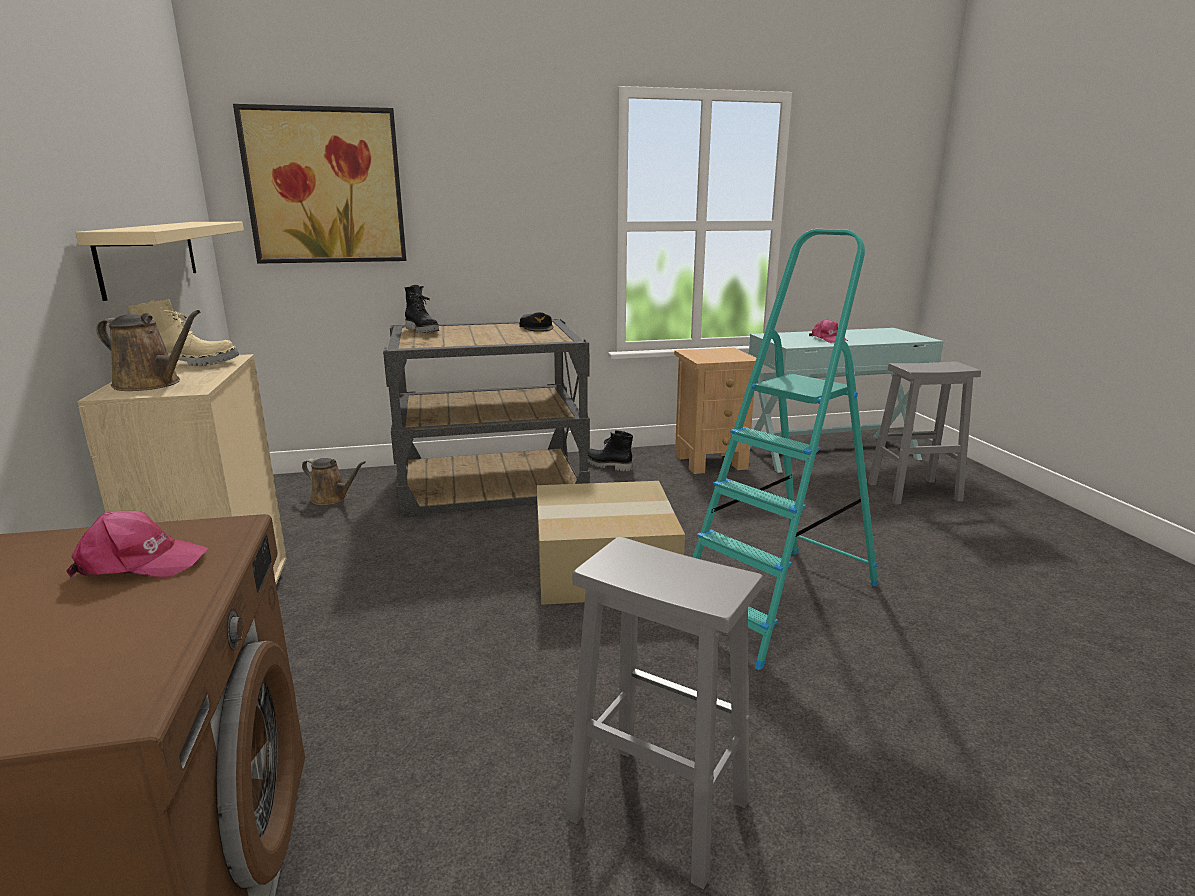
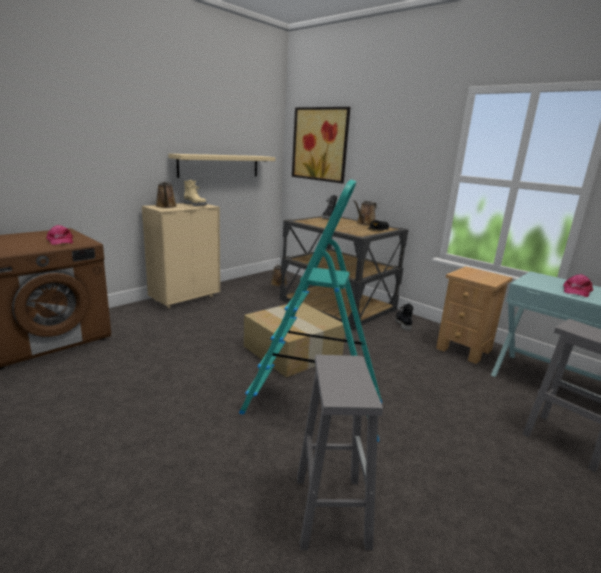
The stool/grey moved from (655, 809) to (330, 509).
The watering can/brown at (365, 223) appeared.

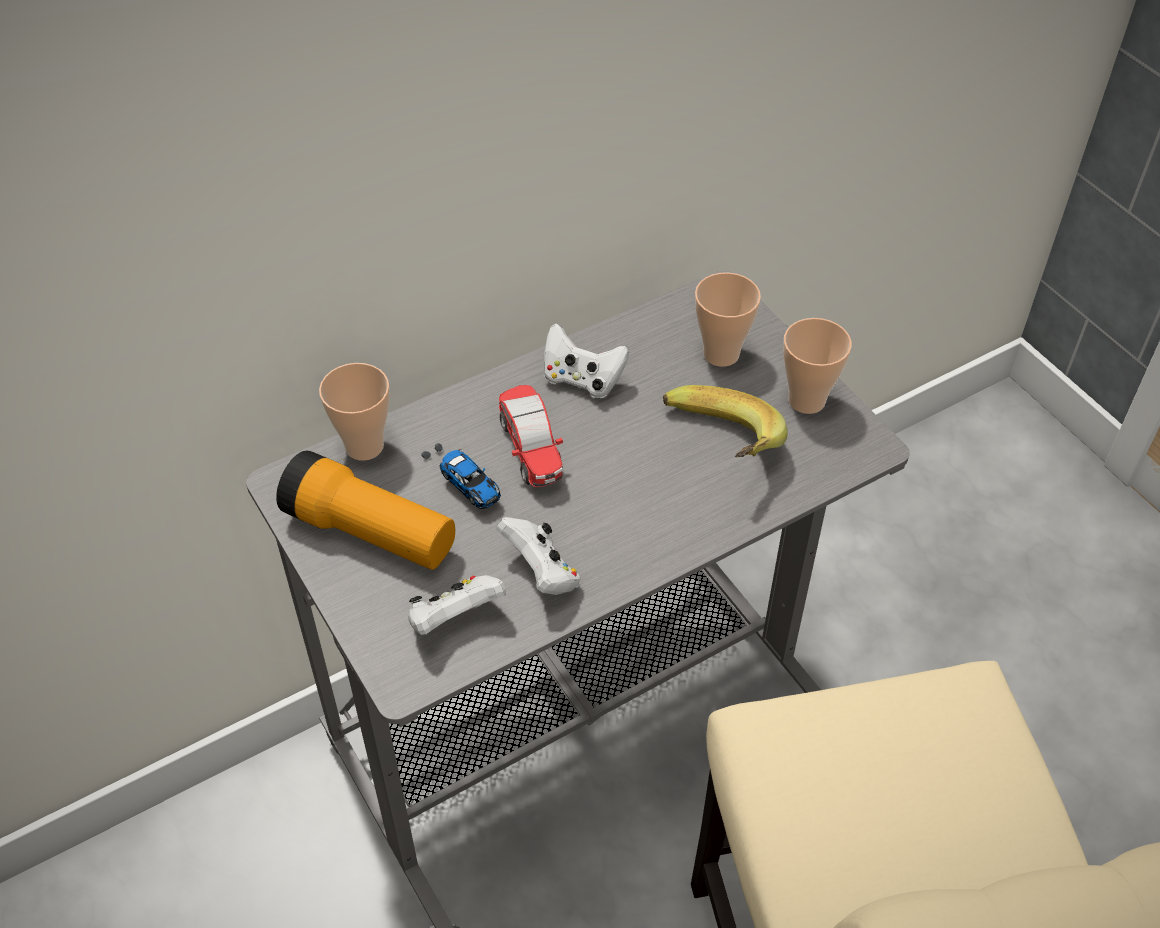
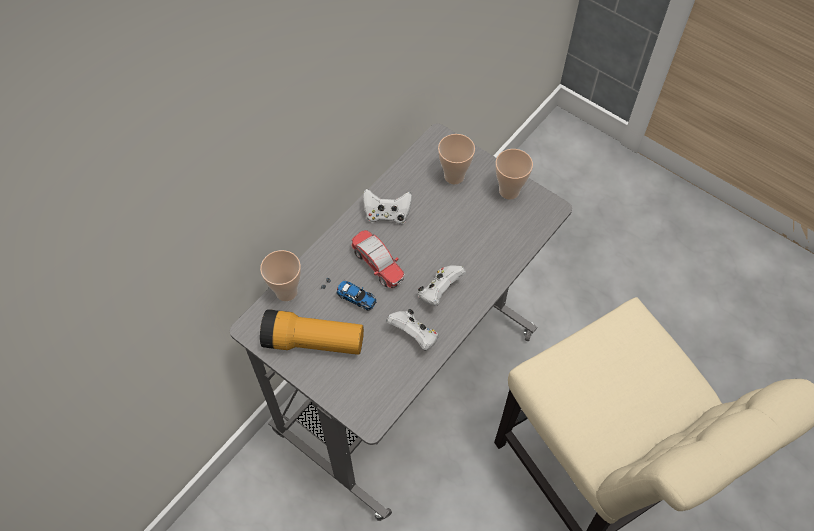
The banana at (718, 448) disappeared.
The game controller/white moved from (454, 619) to (439, 292).

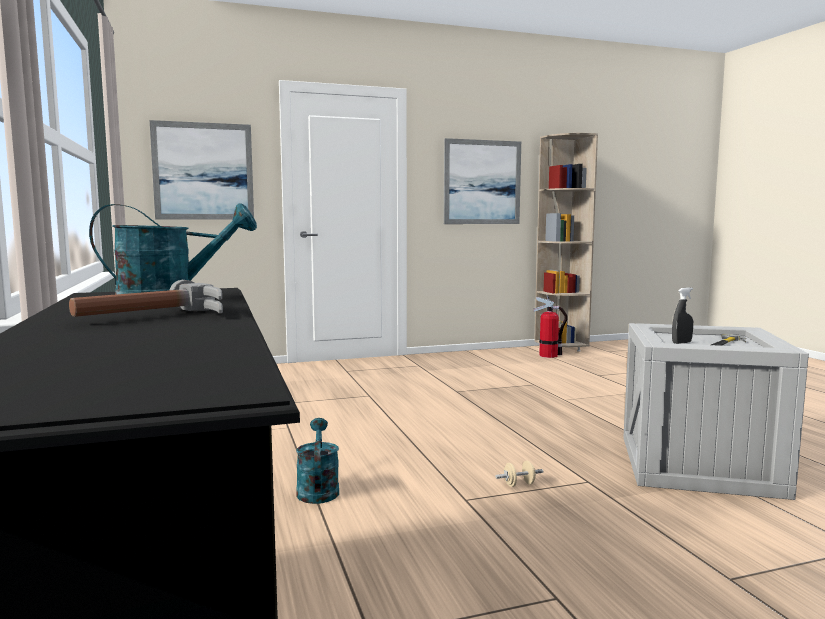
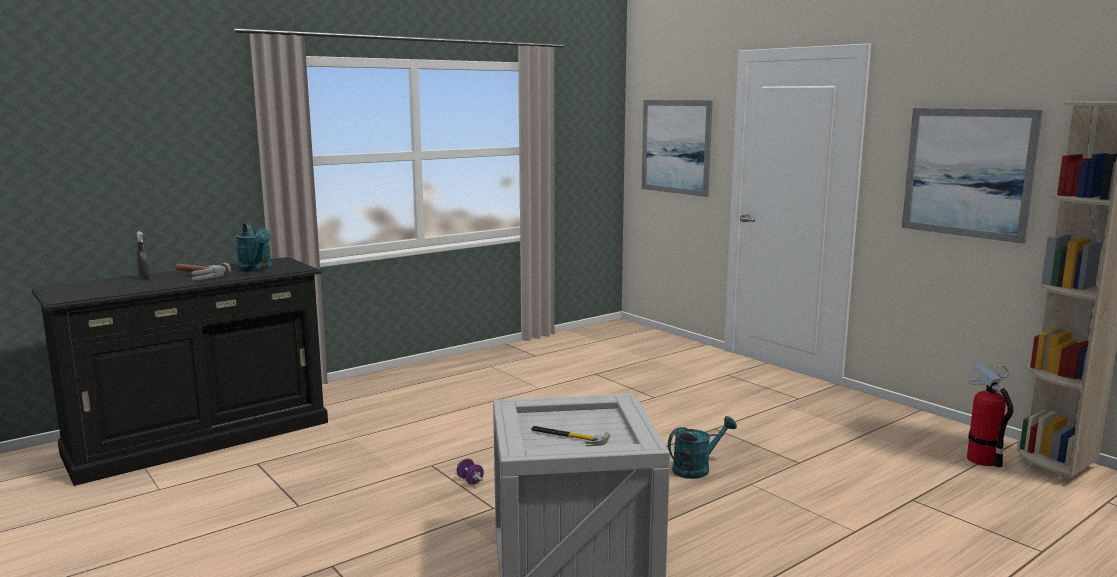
The spray bottle/grey moved from (681, 342) to (144, 278).
The watering can/turquoise moved from (317, 489) to (696, 469).
The dumbbell/beige at (519, 484) became the dumbbell/purple at (470, 480).

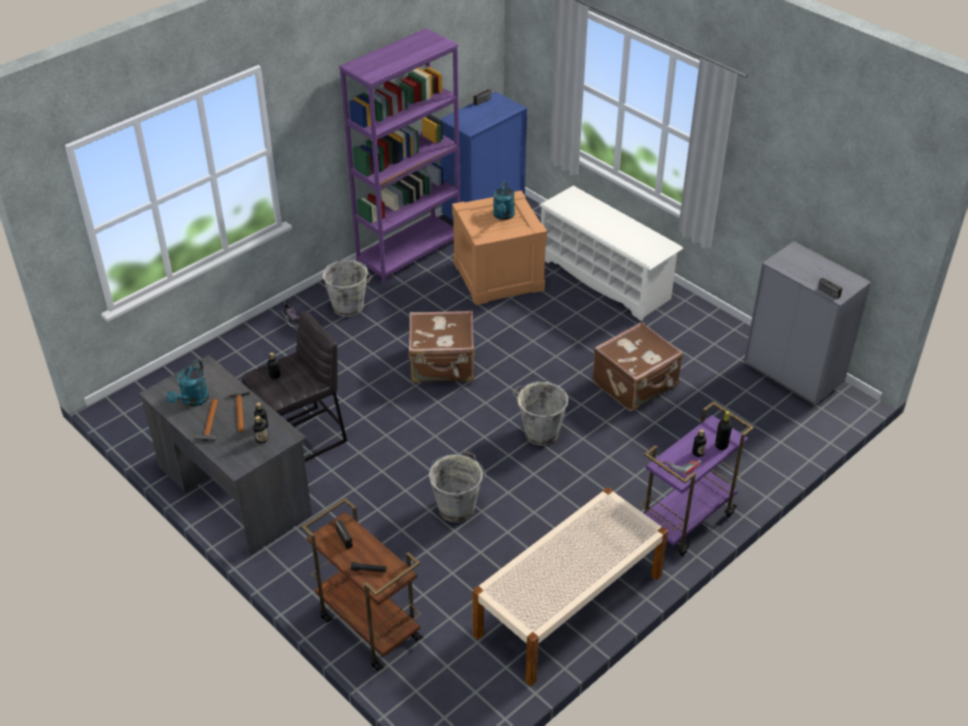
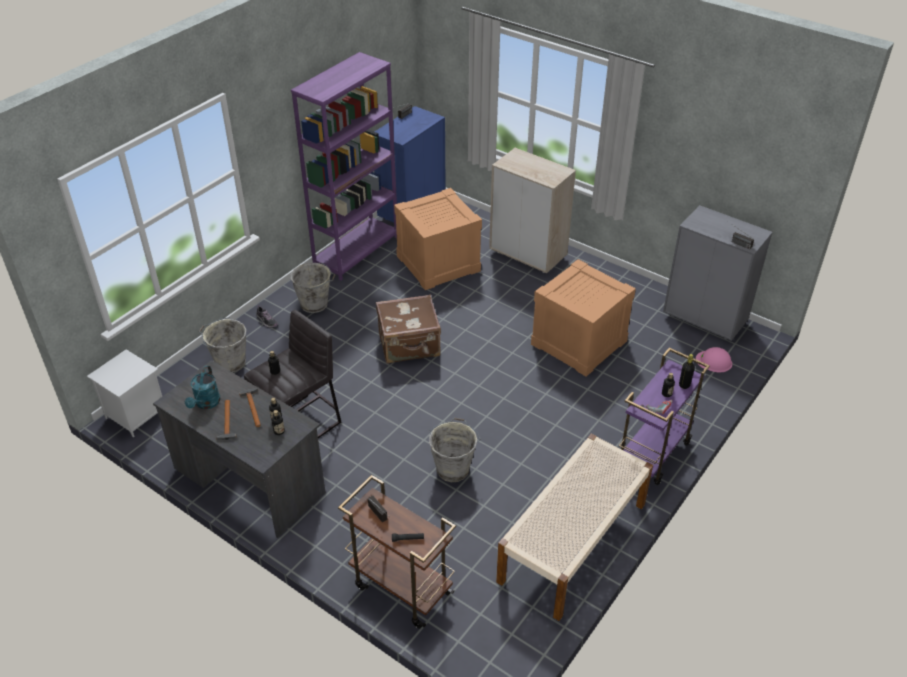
The watering can/turquoise at (503, 216) disappeared.
The shoe rack/white at (605, 278) was replaced by the cabinet/beige at (529, 256).
The suitcase/brown at (636, 385) was replaced by the crate at (578, 342).
The bucket/grey moved from (539, 432) to (229, 362).
The hard hat/pink at (714, 361) appeared.
The nightstand/grey at (134, 415) appeared.

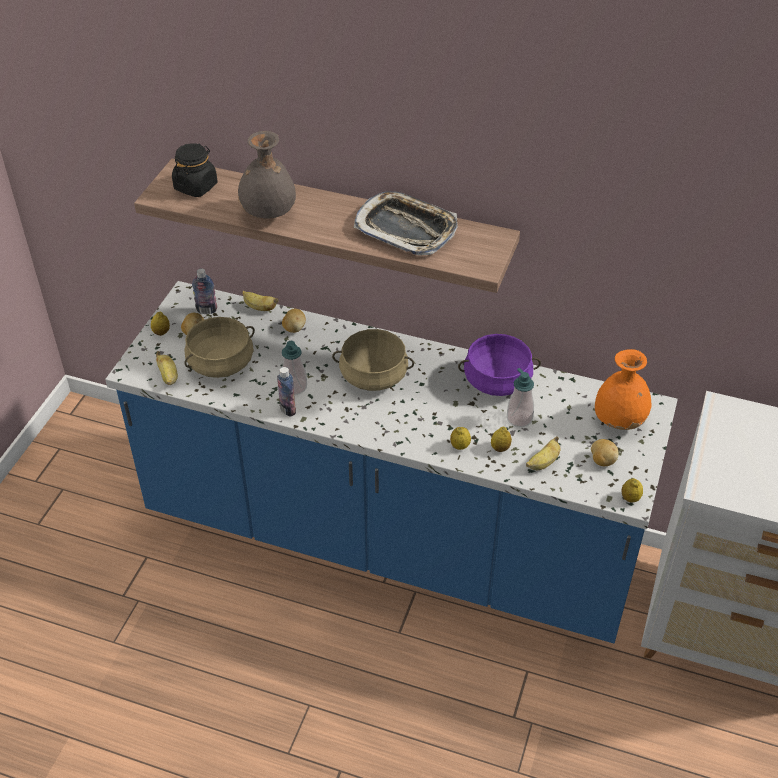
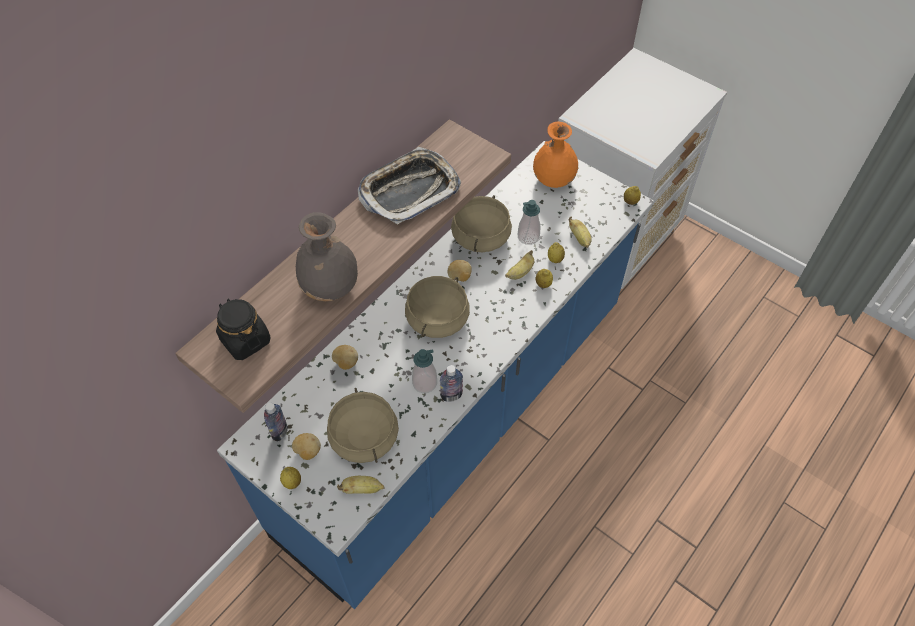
The banana moved from (259, 308) to (520, 273).
The cooking pot/purple at (497, 381) became the cooking pot/beige at (481, 237).
The potato moved from (602, 460) to (459, 277).

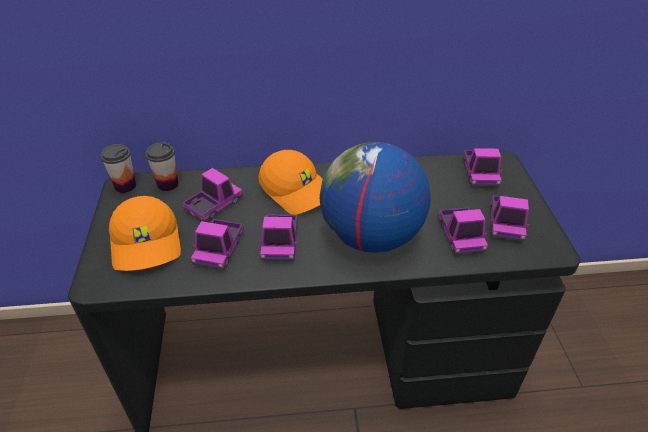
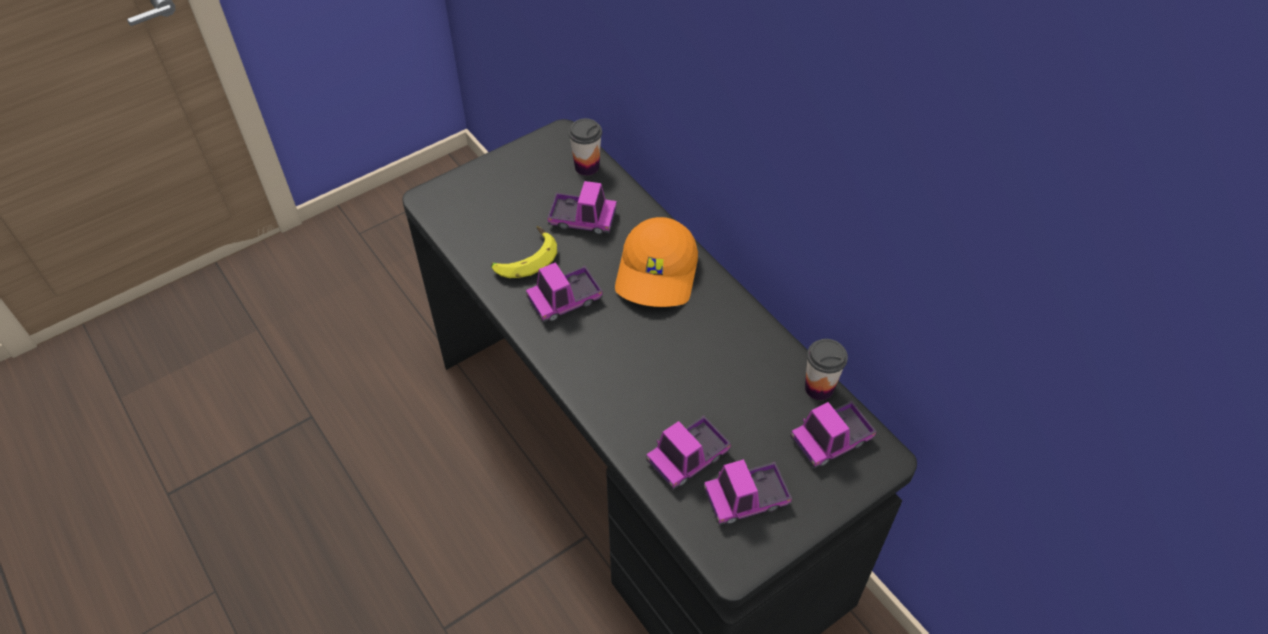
The globe at (370, 237) disappeared.
The cup moved from (125, 186) to (819, 388).
The cap/orange at (147, 243) disappeared.
The toy truck at (219, 249) was replaced by the banana at (524, 258).

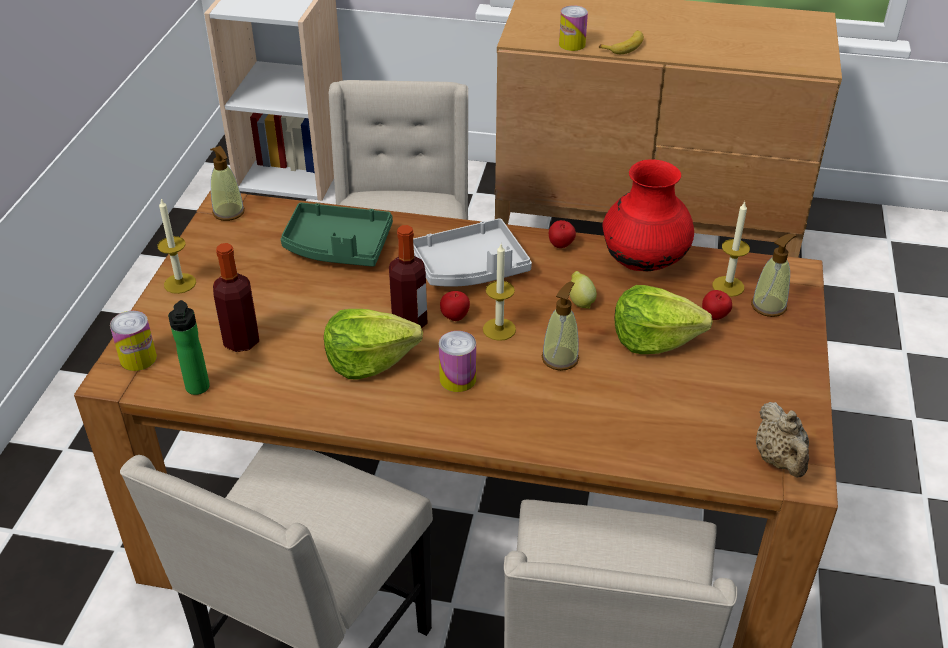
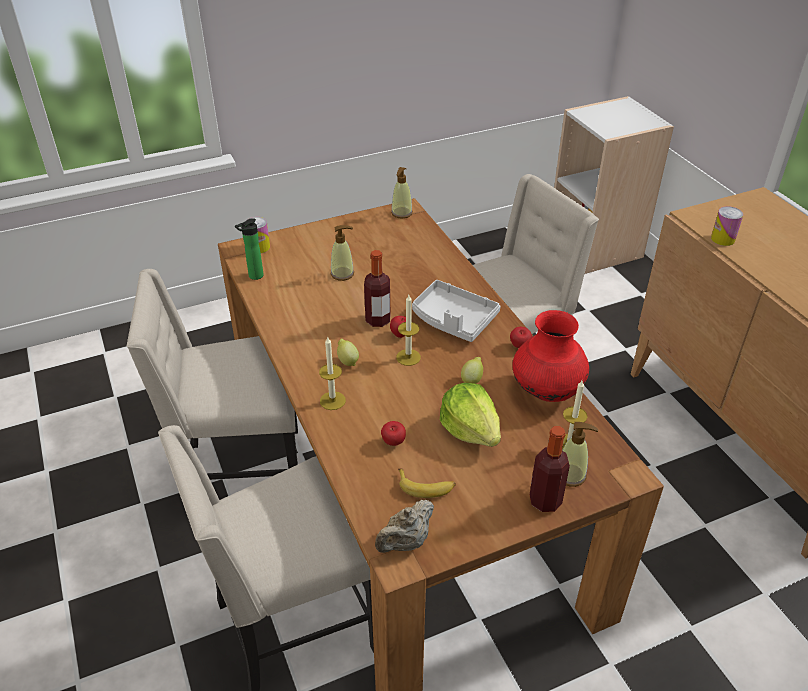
The banana moved from (624, 46) to (426, 487).
The candle moved from (180, 283) to (332, 400).
The tray/green at (337, 247) disappeared.
The bottle moved from (241, 341) to (545, 501).
The soap dispenser moved from (560, 358) to (342, 274).
The apple moved from (714, 317) to (393, 443).
The lettuce at (369, 360) disappeared.
The can at (457, 379) was replaced by the lemon at (347, 361).

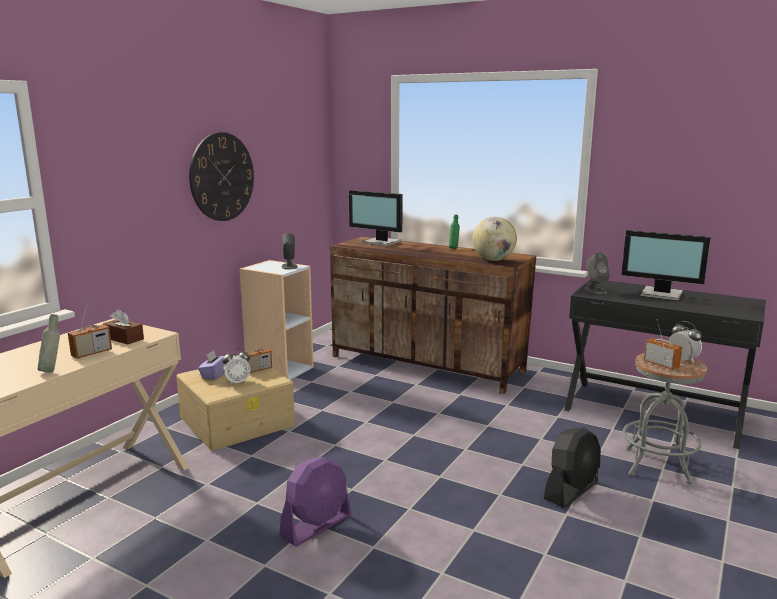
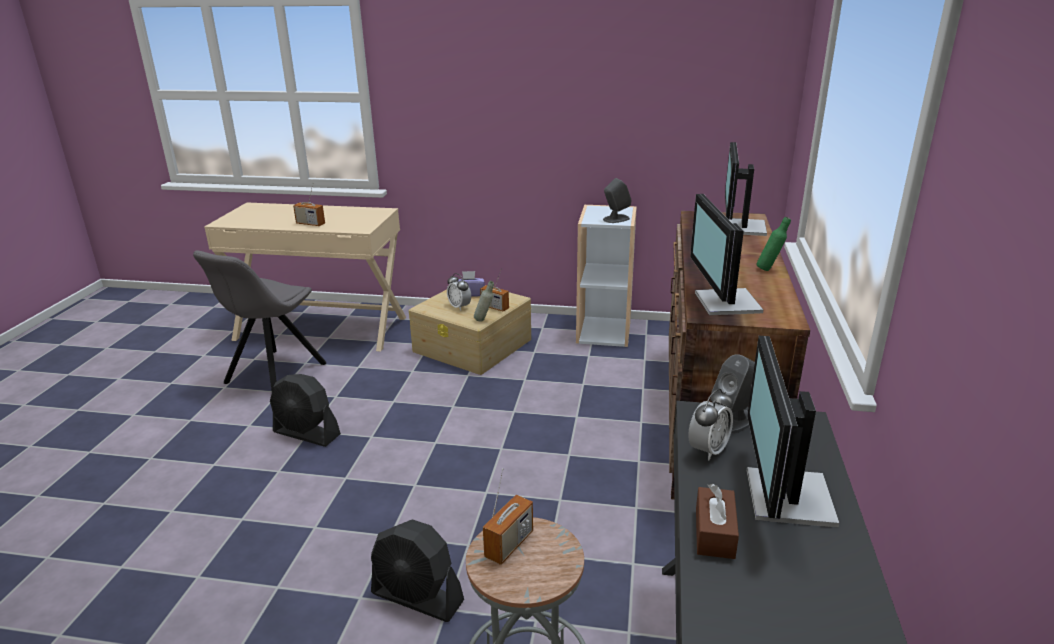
The wall clock at (222, 177) disappeared.
The globe at (493, 260) was replaced by the monitor at (724, 303).
The tissue box/brown moved from (124, 338) to (714, 533).
The bottle/grey moved from (52, 370) to (484, 320).
The alarm clock moved from (682, 360) to (708, 450).
The fan/purple at (316, 525) became the fan/black at (307, 434).
The chair/grey at (274, 373) appeared.

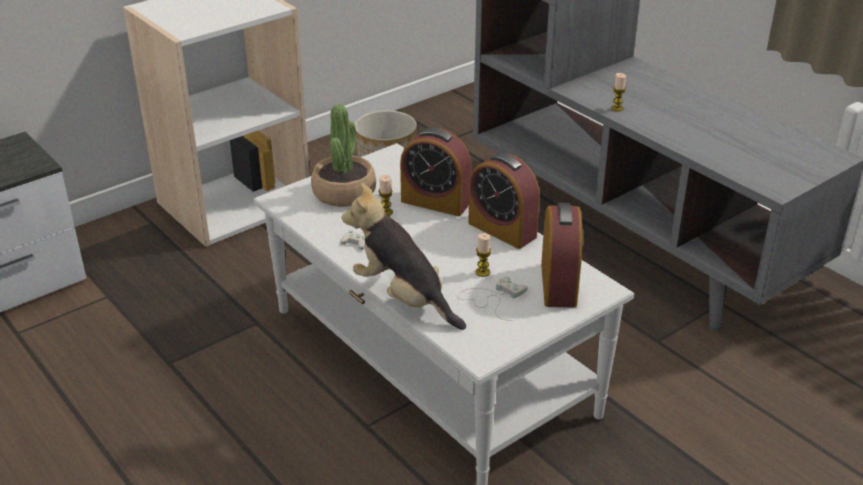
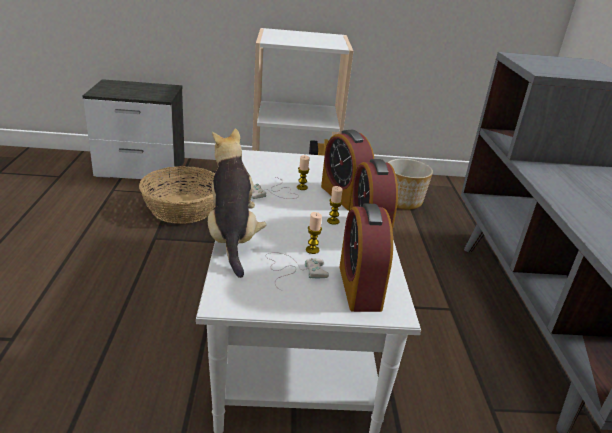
The candle moved from (617, 108) to (333, 221).
The potted plant at (344, 193) disappeared.
The alarm clock at (558, 284) turned 135 degrees clockwise.
The basket at (182, 209) appeared.

